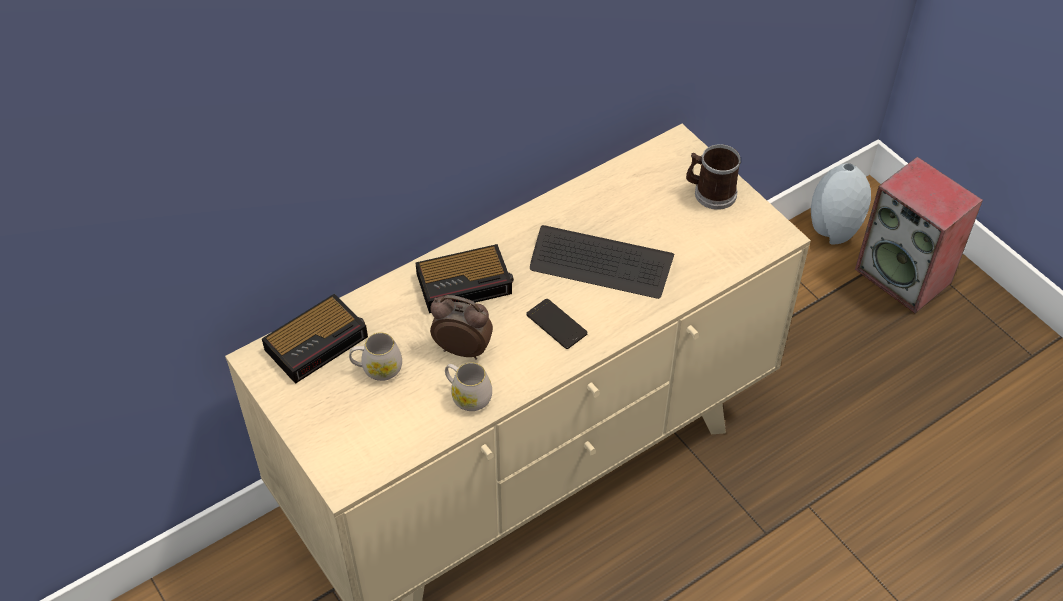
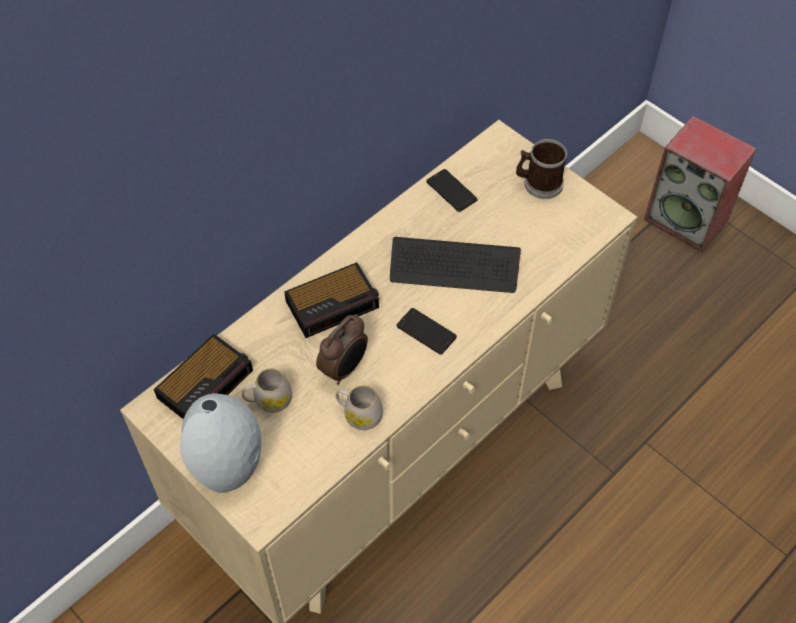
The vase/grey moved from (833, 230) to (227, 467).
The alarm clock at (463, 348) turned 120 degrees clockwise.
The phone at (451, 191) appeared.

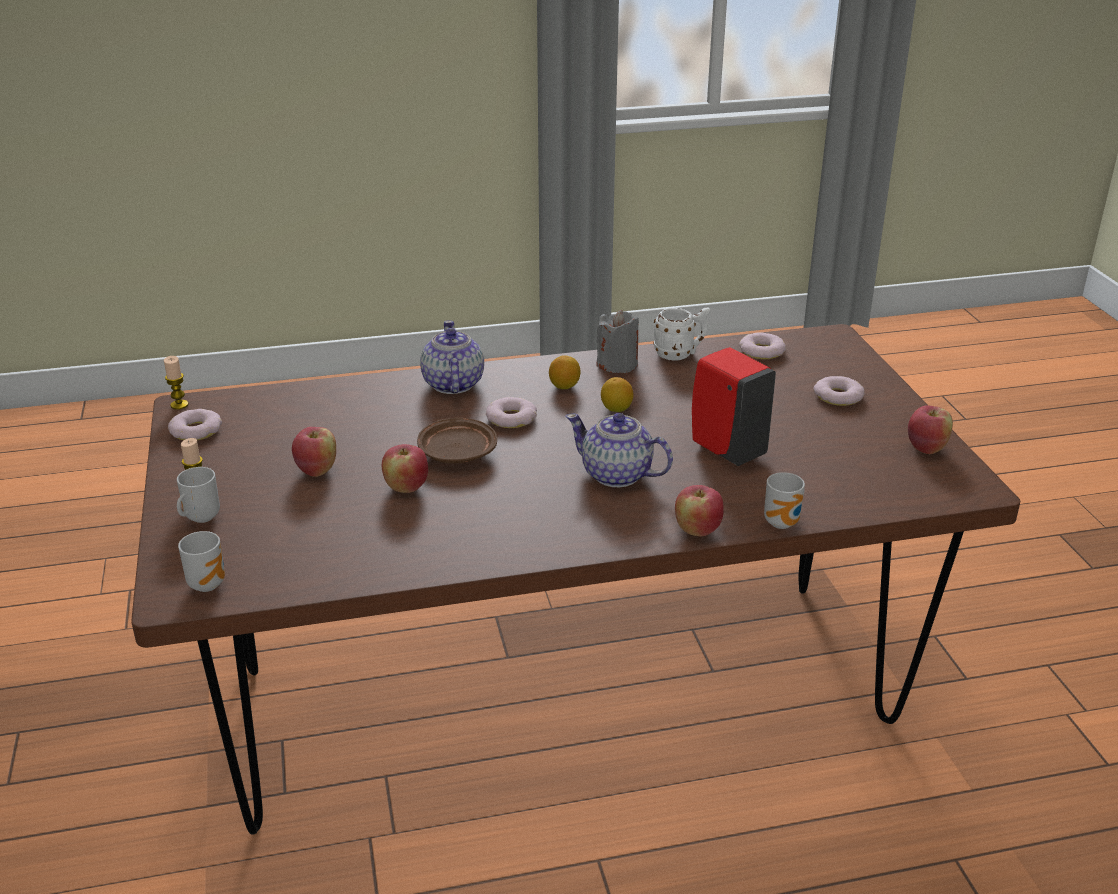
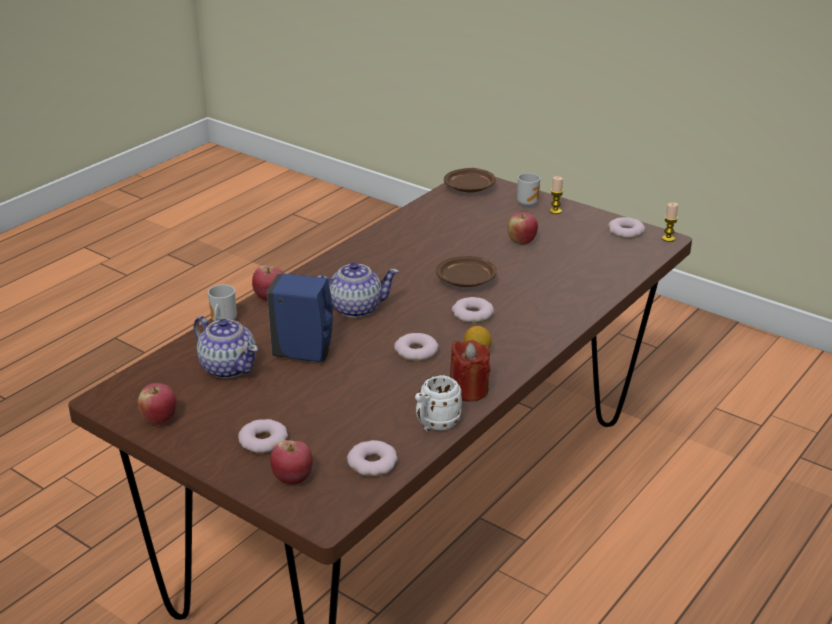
The candle/grey at (617, 364) became the candle/red at (468, 390).
The teapot moved from (452, 384) to (228, 367).
The soap dispenser/red at (726, 449) became the soap dispenser/blue at (305, 354).
The lemon at (616, 409) was replaced by the donut at (416, 351).
The apple moved from (406, 487) to (293, 479).
The mug at (208, 583) was replaced by the plate/brown at (470, 188).

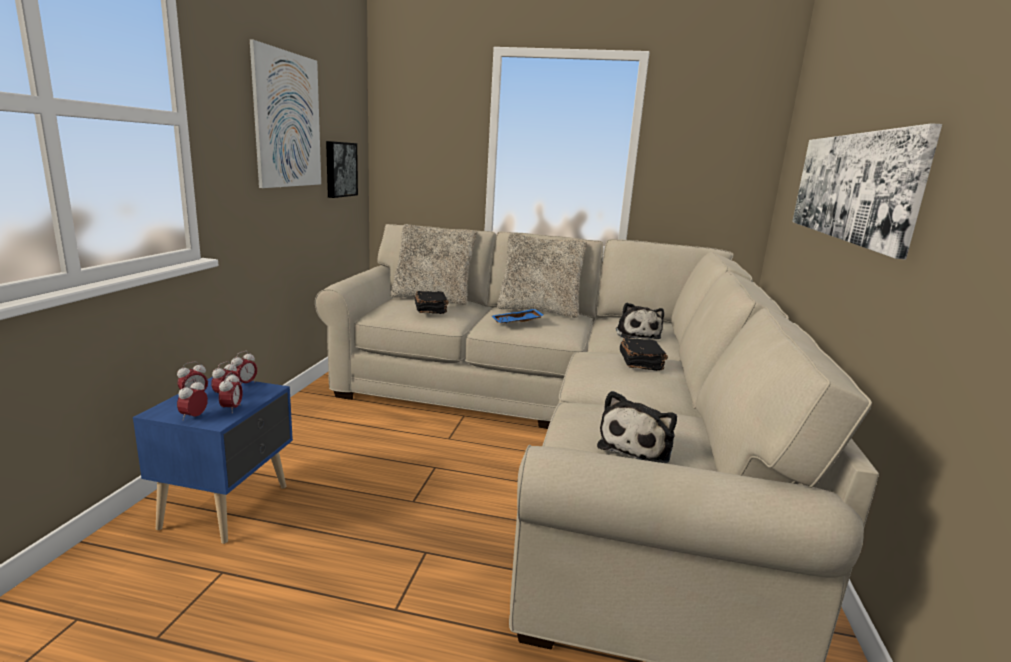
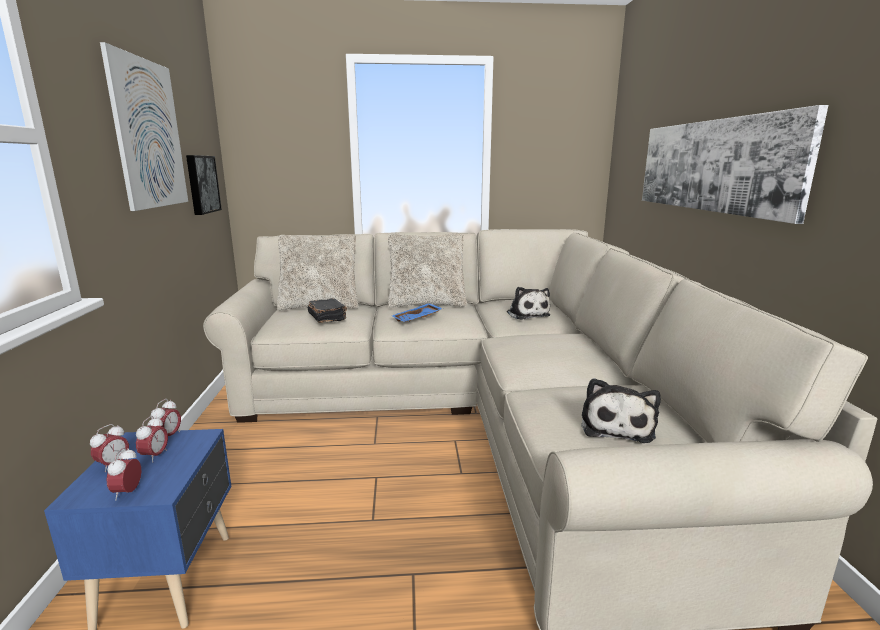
The book/black at (641, 363) disappeared.
The alarm clock at (232, 409) disappeared.

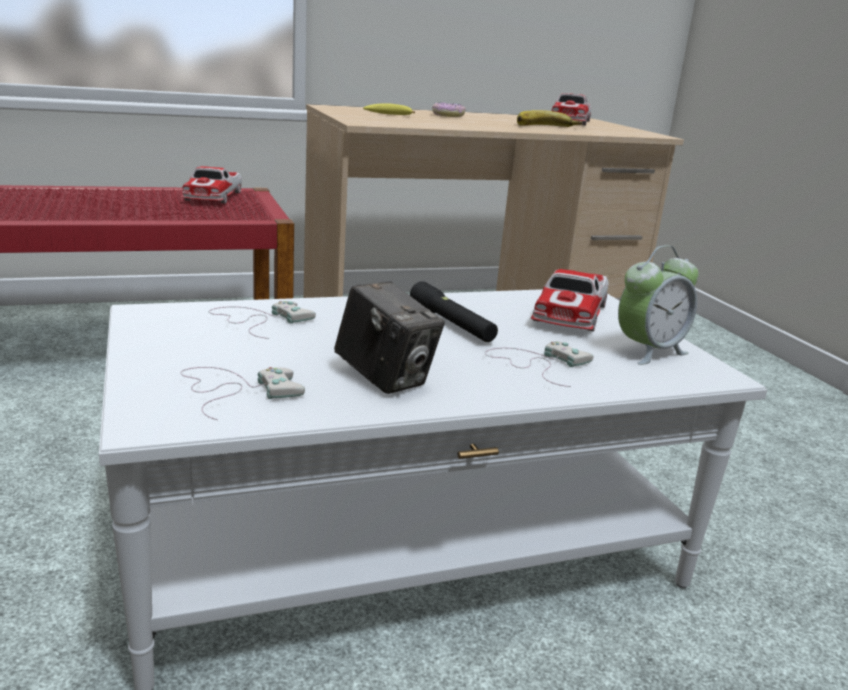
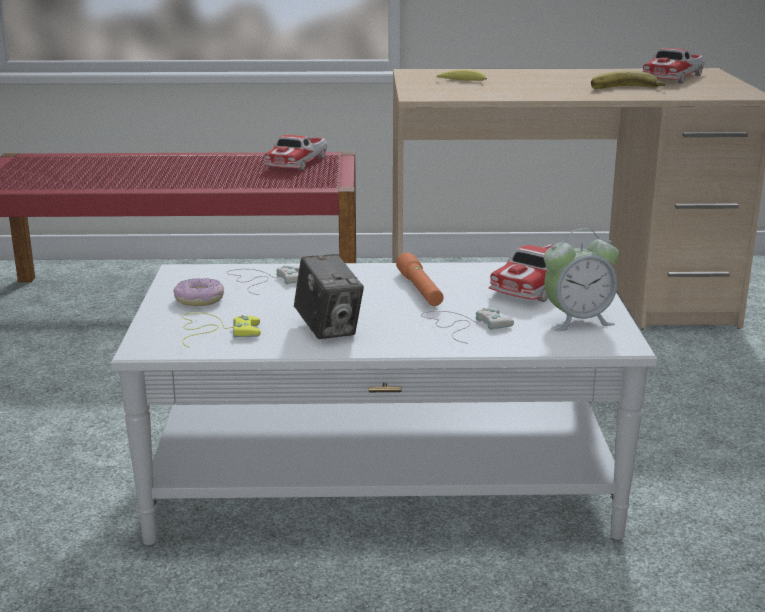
The donut moved from (448, 115) to (199, 299).
The flashlight/black at (451, 323) became the flashlight/orange at (420, 289).
The game controller/white at (235, 390) became the game controller/yellow at (215, 330).

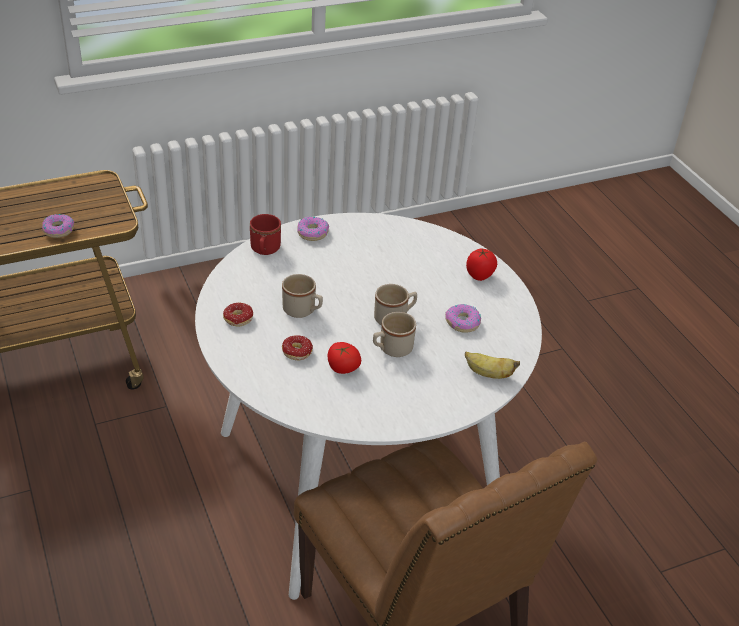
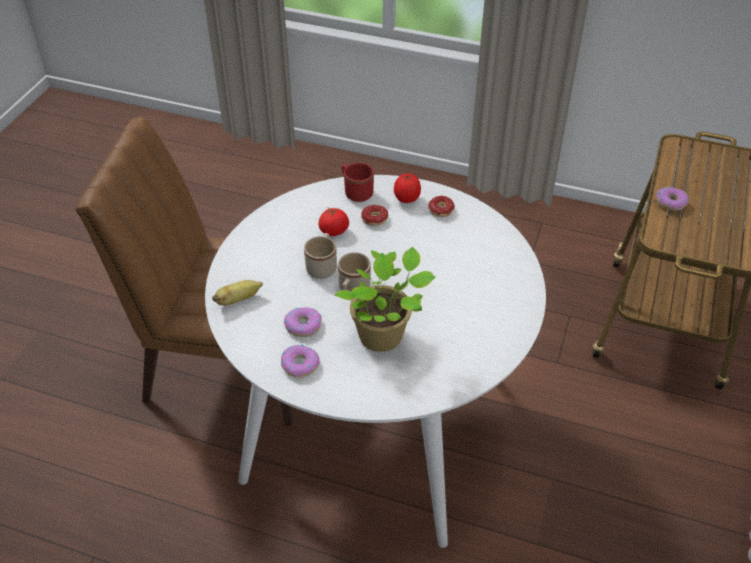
The mug/red moved from (264, 250) to (356, 192).
The donut moved from (312, 233) to (300, 364).
The tomato moved from (479, 276) to (406, 199).
The mug/beige at (303, 311) disappeared.
The potted plant at (384, 337) appeared.

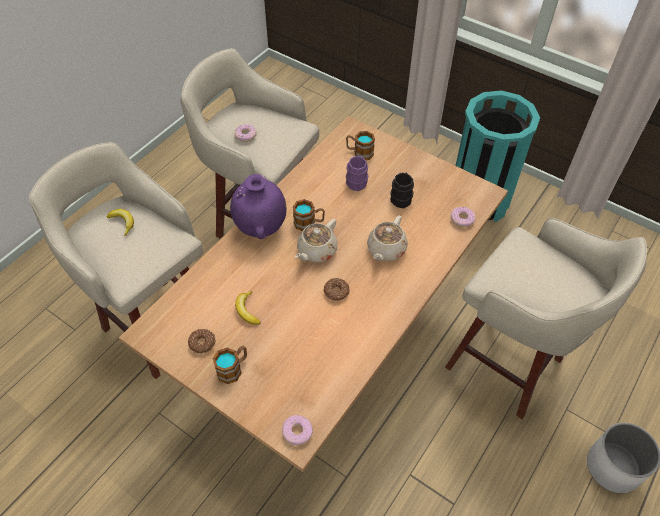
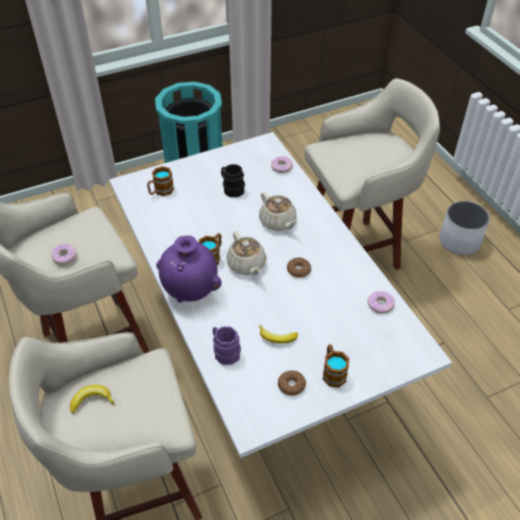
The dining table/brown at (329, 344) became the dining table/white at (259, 355).
The mug/purple moved from (357, 180) to (225, 352).
The donut moved from (297, 432) to (380, 305).

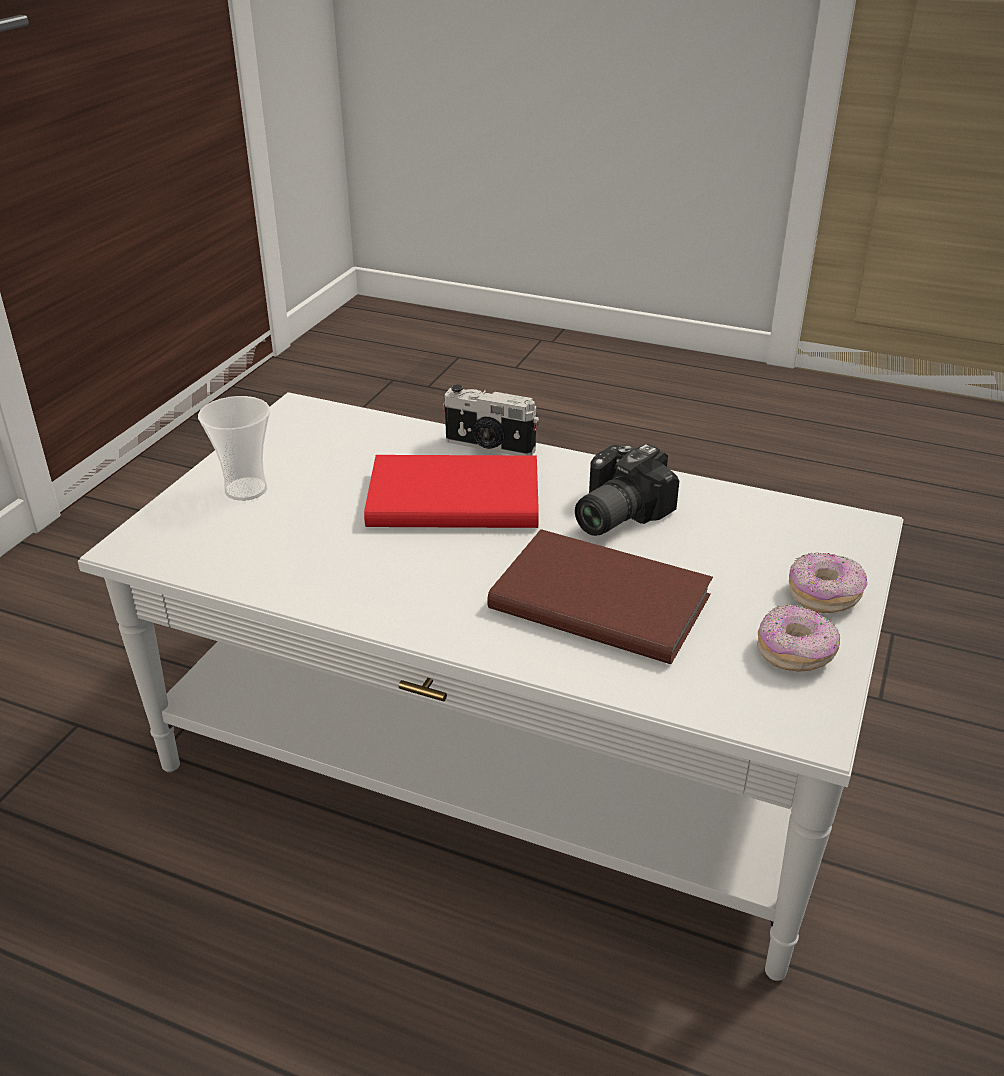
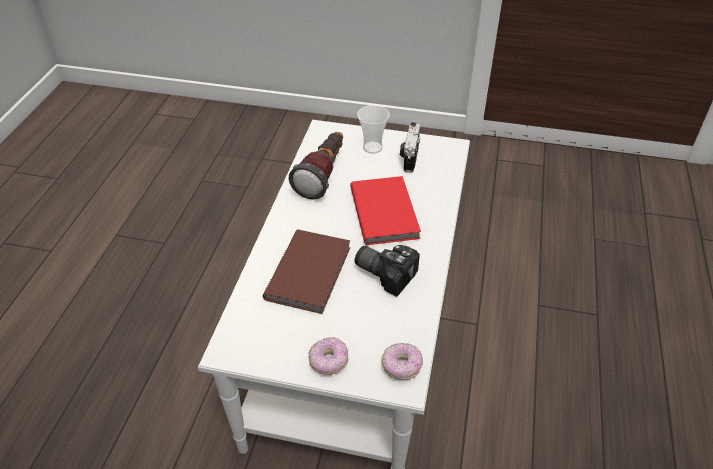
The photo camera moved from (489, 447) to (409, 158).
The donut moved from (794, 653) to (401, 367).
The flashlight at (323, 175) appeared.

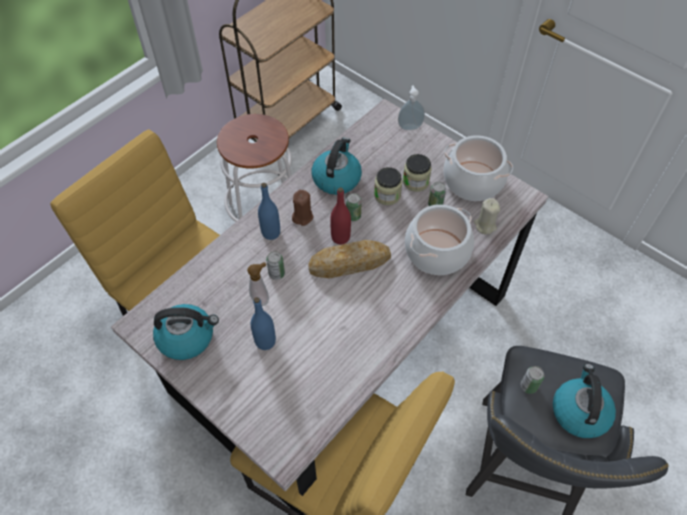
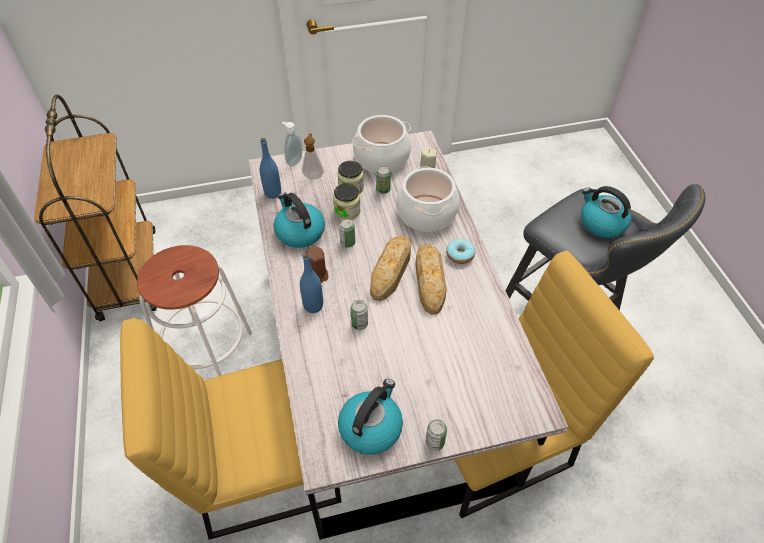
The bottle/red at (340, 237) disappeared.
The soap dispenser moved from (261, 298) to (313, 175).
The bottle/blue moved from (265, 341) to (273, 193).
The can moved from (528, 386) to (434, 442).
The donut at (460, 255) appeared.
The bread at (429, 280) appeared.

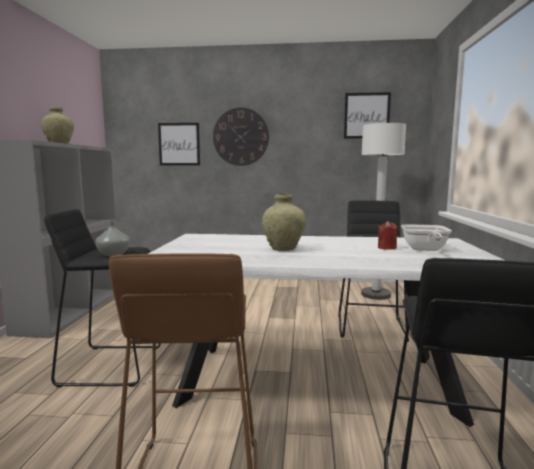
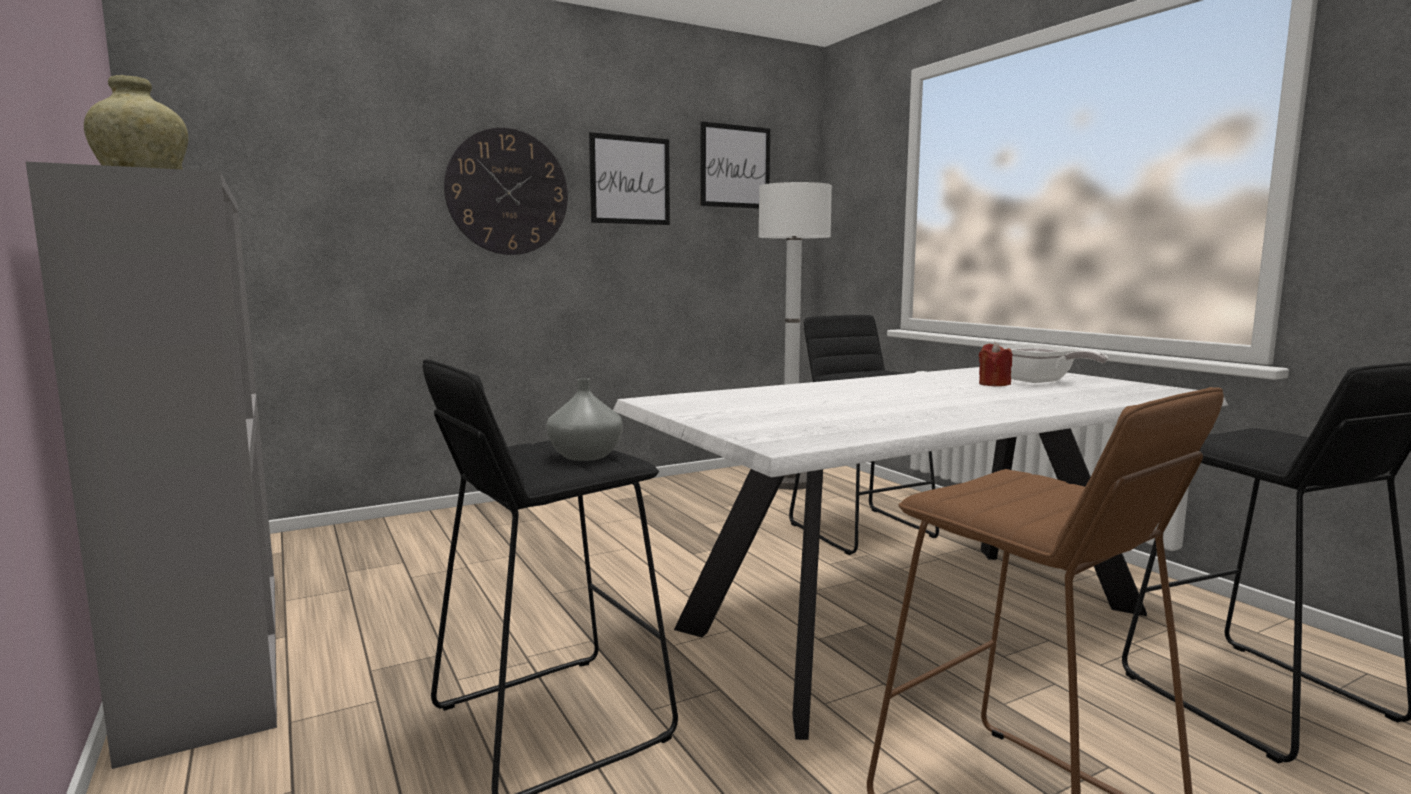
The picture moved from (179, 144) to (630, 180).
The vase/beige at (283, 249) disappeared.

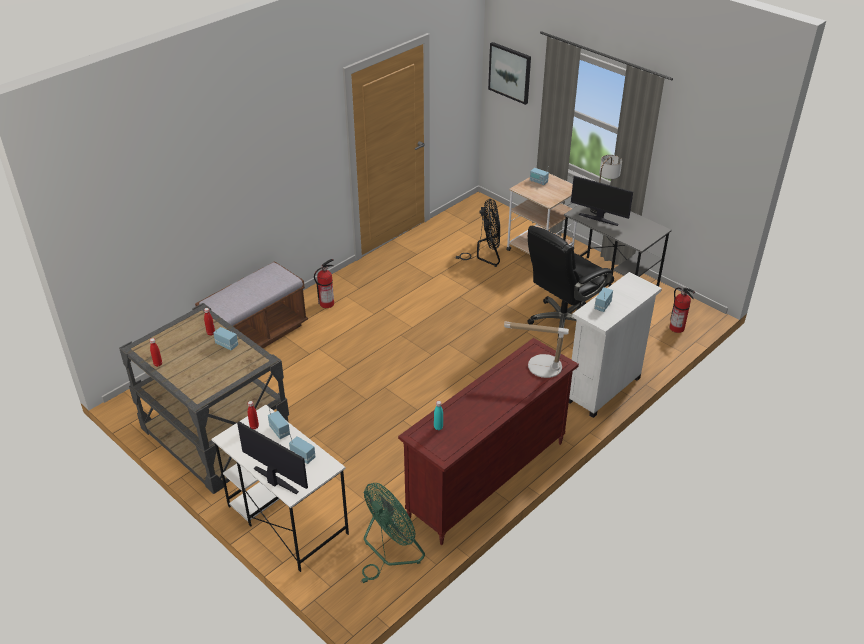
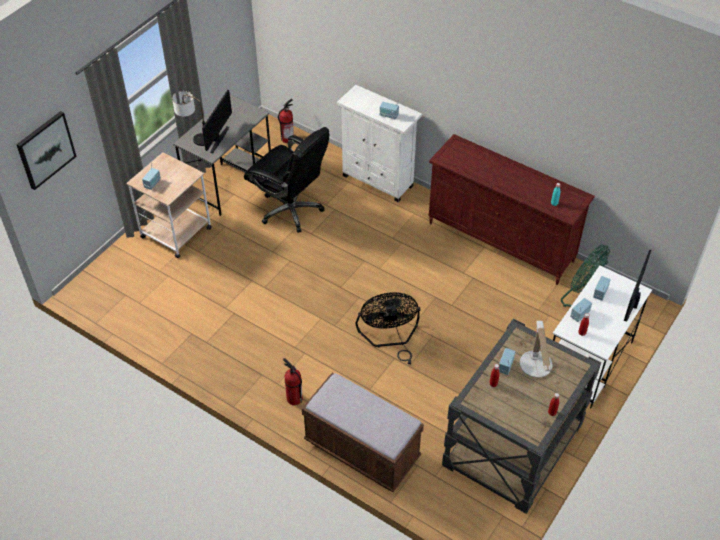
The fan/black moved from (485, 252) to (391, 338).
The table lamp moved from (540, 366) to (536, 368).

